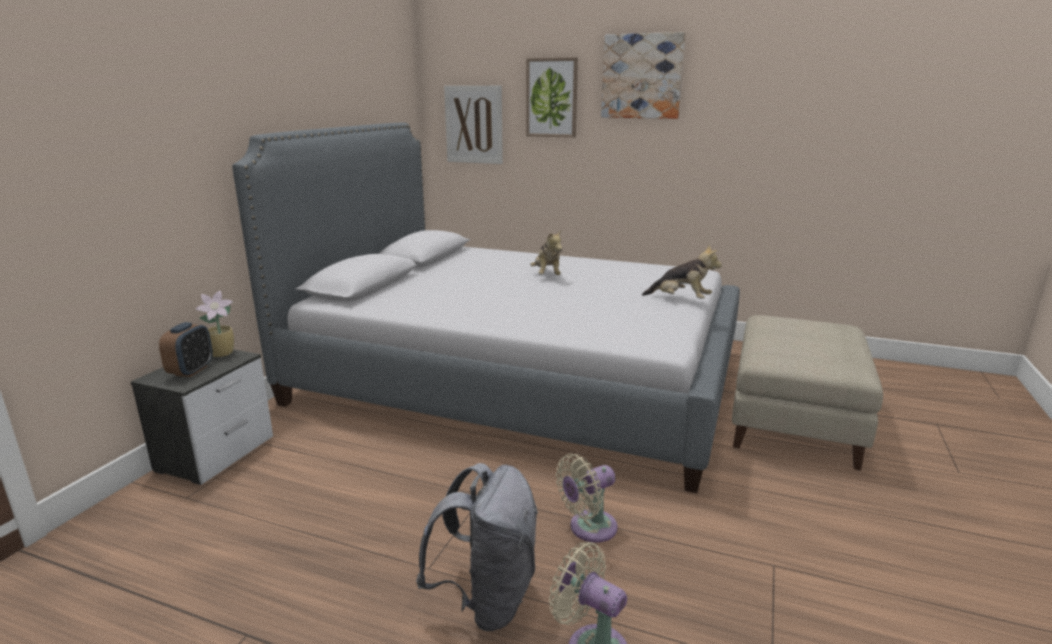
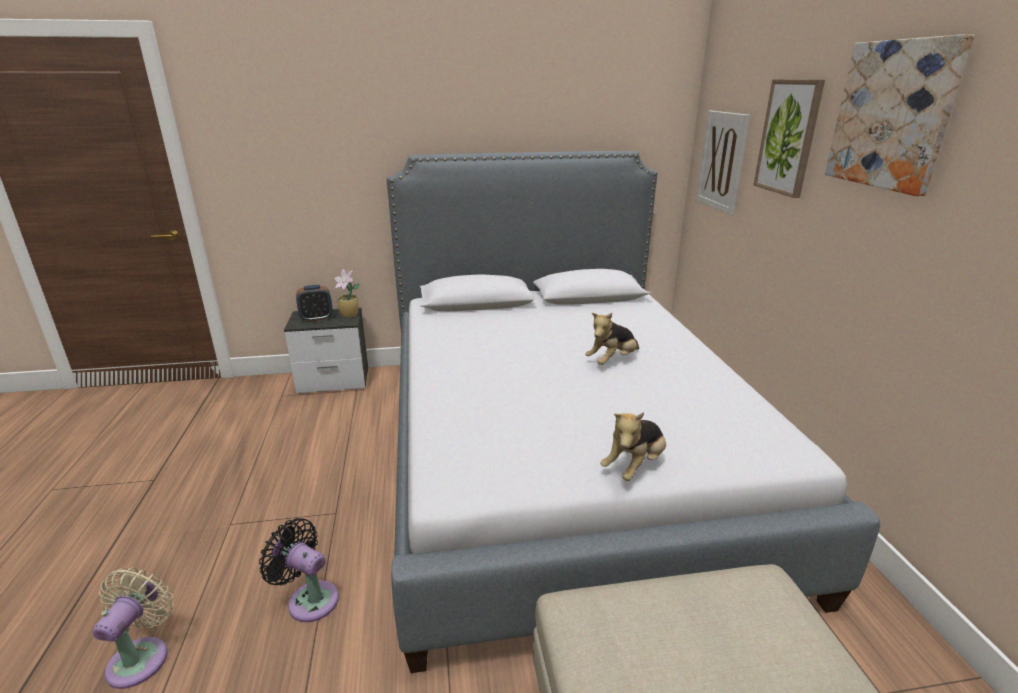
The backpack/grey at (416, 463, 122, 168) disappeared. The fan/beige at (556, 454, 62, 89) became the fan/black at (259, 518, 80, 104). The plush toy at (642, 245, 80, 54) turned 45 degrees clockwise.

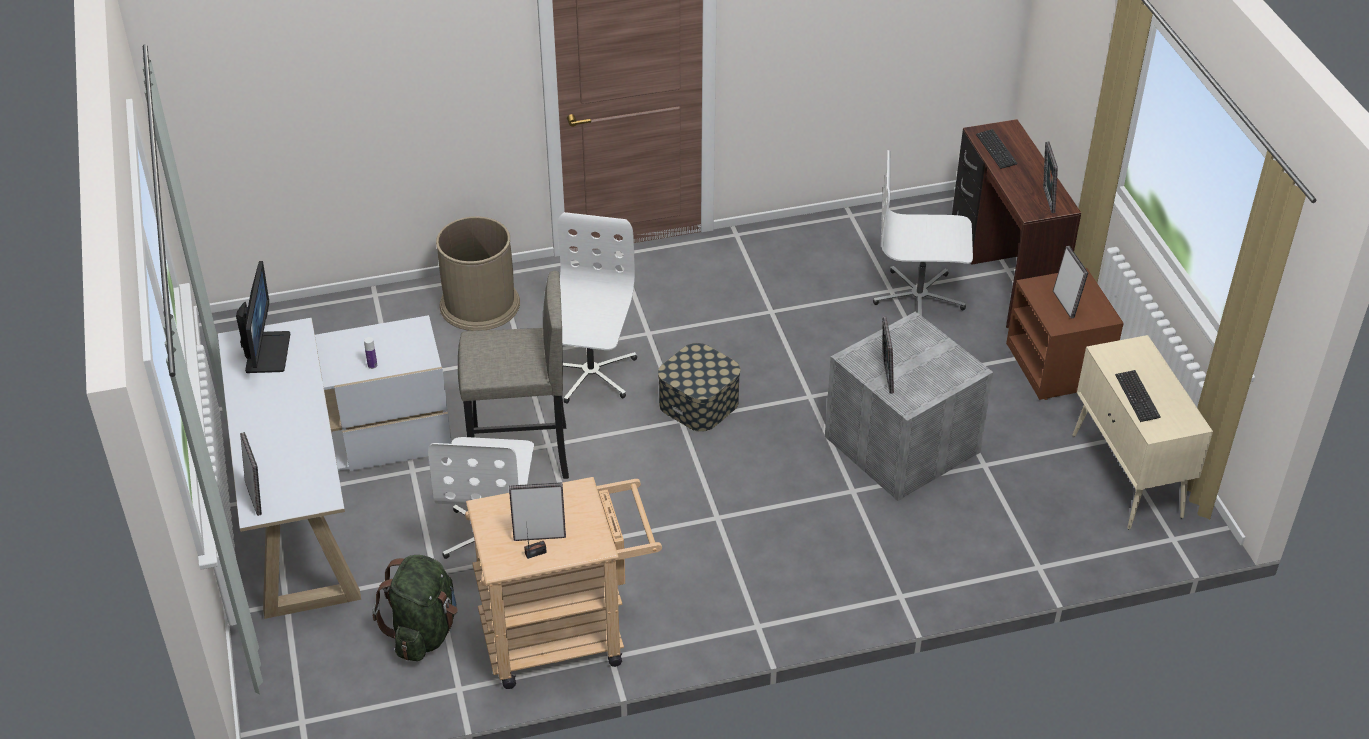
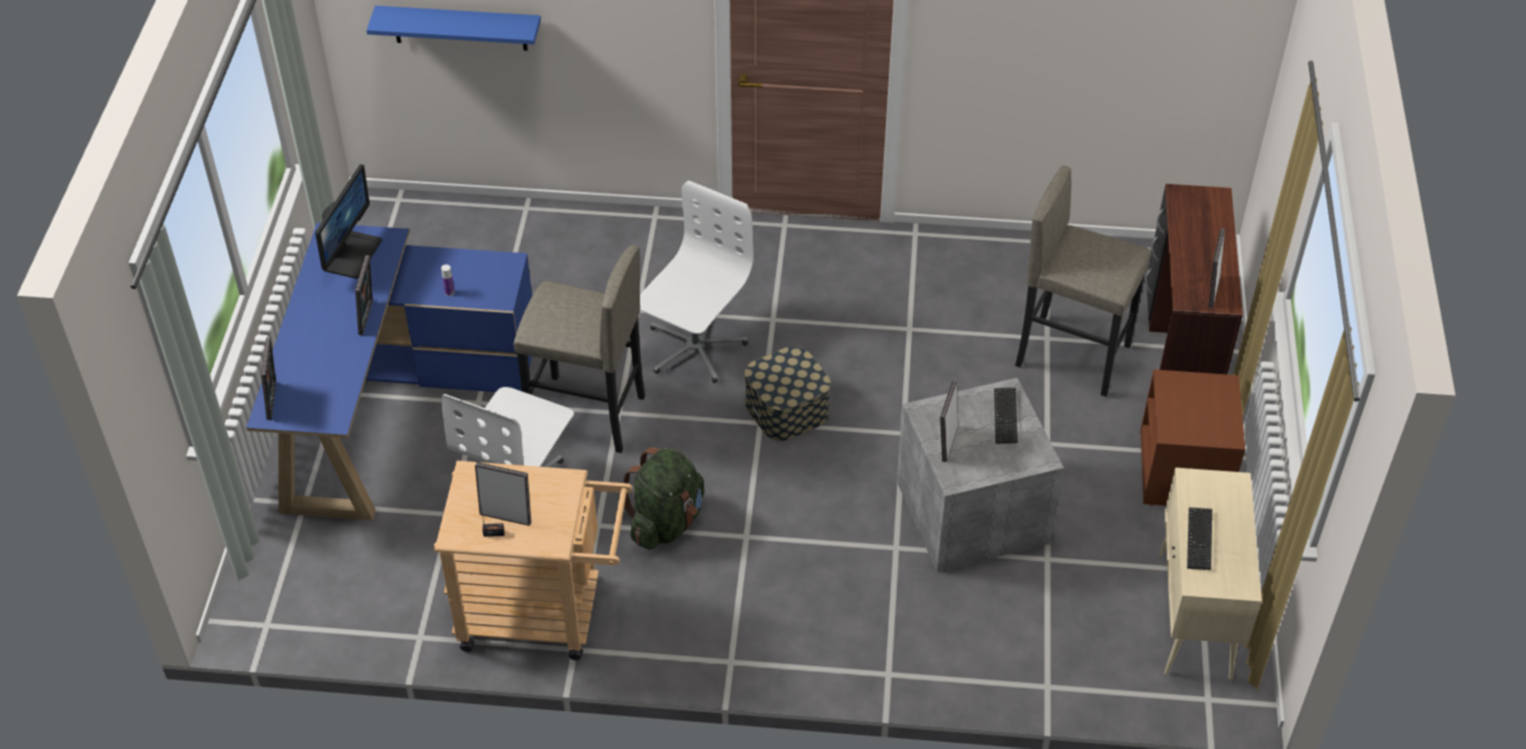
The desk/white at (218, 315, 234, 304) became the desk/blue at (246, 223, 286, 297). The backpack/green moved from (372, 555, 86, 106) to (624, 447, 81, 103). The trash can/brown at (436, 216, 84, 115) disappeared. The office chair/white at (873, 150, 100, 166) was replaced by the stool/grey at (1015, 166, 136, 231). The keyboard moved from (976, 129, 42, 40) to (994, 388, 24, 56). The picture frame moved from (1053, 246, 35, 73) to (355, 255, 18, 80). The shelf/blue at (366, 6, 175, 45) appeared.

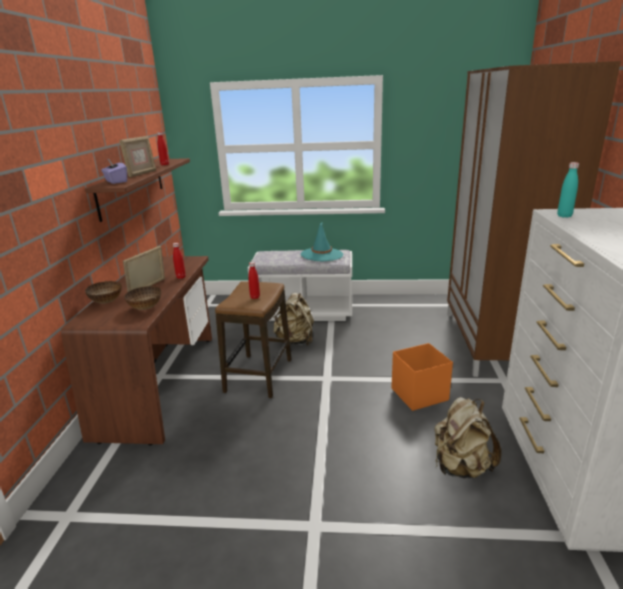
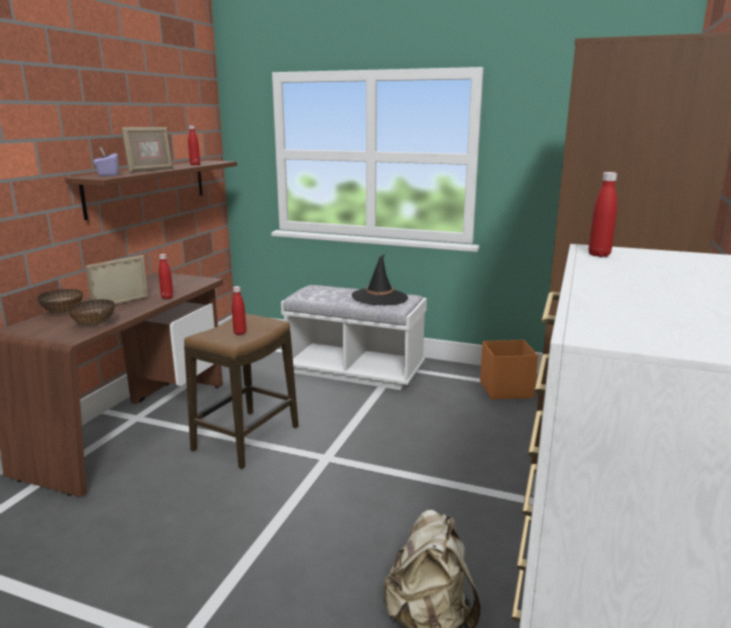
The backpack/beige at (273, 293, 41, 53) disappeared. The hat/turquoise at (301, 223, 42, 38) became the hat/black at (351, 254, 57, 52). The storage box/orange moved from (392, 343, 61, 68) to (480, 340, 58, 60). The bottle/turquoise at (557, 162, 22, 56) became the bottle/red at (589, 172, 28, 85).

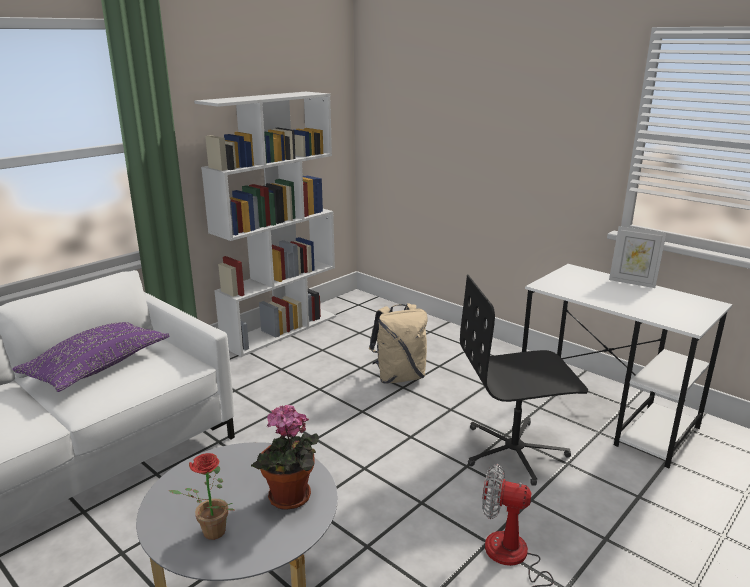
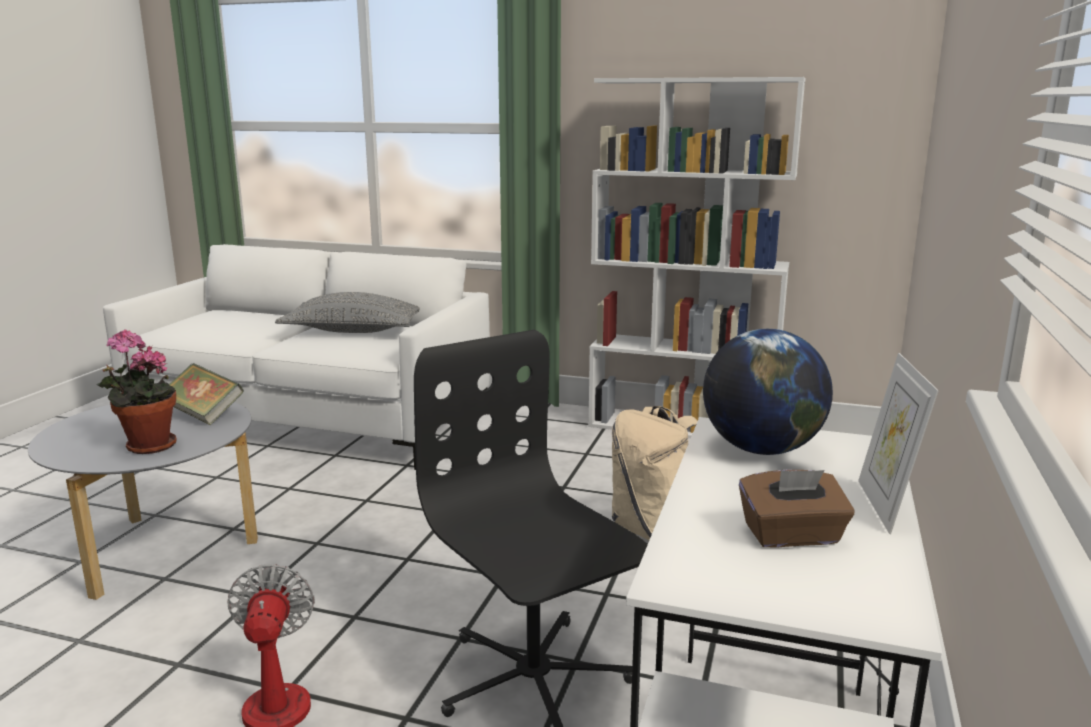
The pillow/purple at (12, 322, 157, 70) became the pillow/grey at (275, 292, 145, 41). The potted plant at (169, 453, 65, 87) disappeared. The book at (169, 363, 75, 62) appeared. The globe at (703, 329, 130, 126) appeared. The tissue box/brown at (739, 470, 115, 78) appeared.

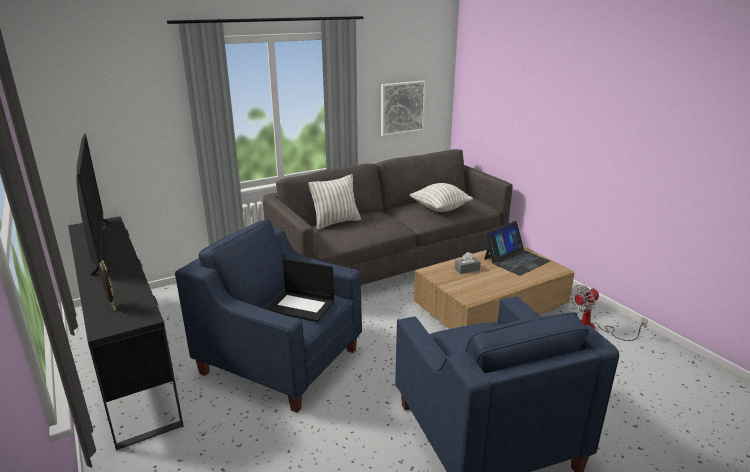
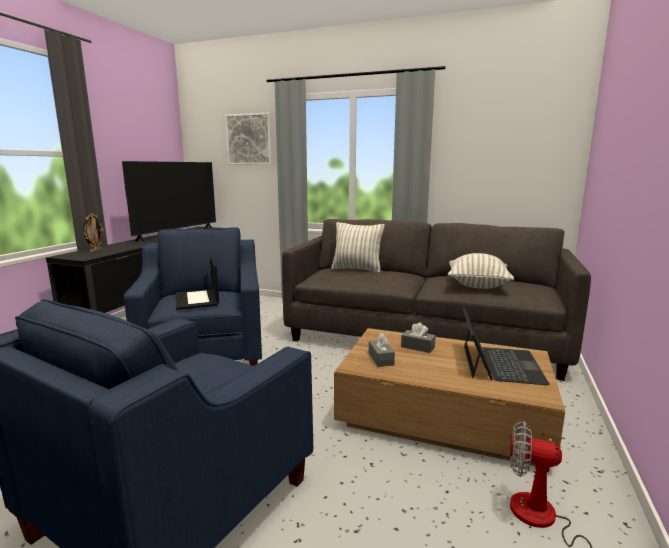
The picture moved from (381, 80, 45, 56) to (225, 113, 47, 52). The laptop at (484, 221, 66, 55) turned 90 degrees counterclockwise. The tissue box/grey at (369, 333, 26, 34) appeared.

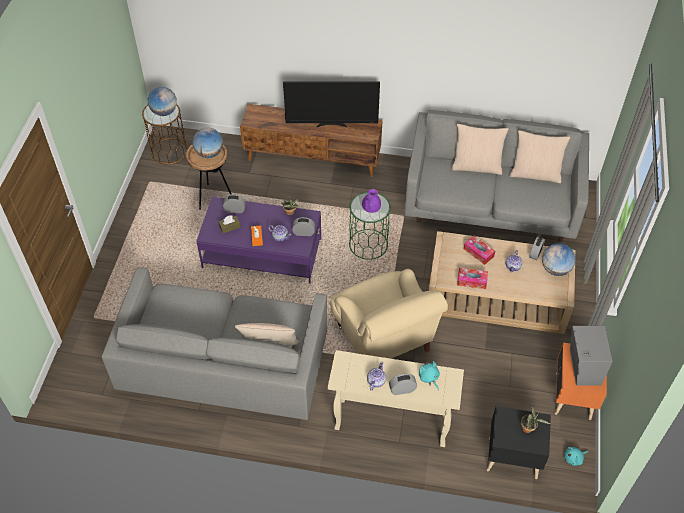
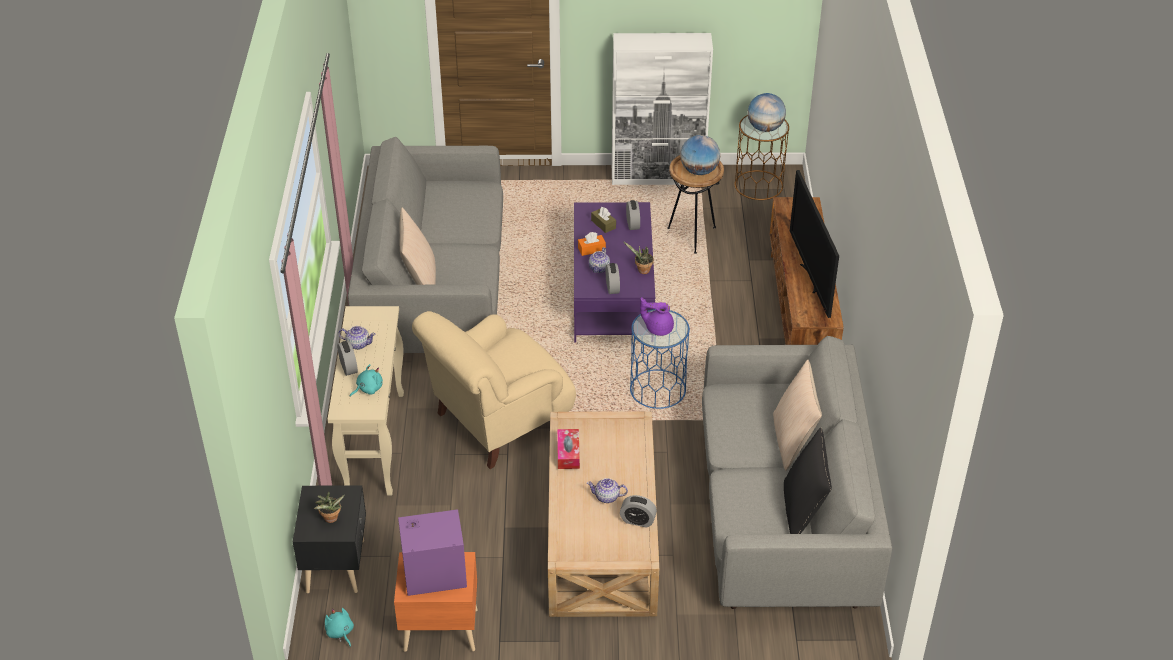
The side table/green at (349, 192, 42, 68) became the side table/blue at (630, 309, 60, 100). The tissue box at (464, 236, 31, 29) disappeared. The pillow/beige at (510, 130, 60, 53) became the pillow/black at (784, 428, 48, 106). The globe at (542, 243, 34, 33) disappeared. The speaker/grey at (570, 326, 43, 59) became the speaker/purple at (398, 509, 69, 87). The cabinet/white at (612, 33, 101, 152) appeared.

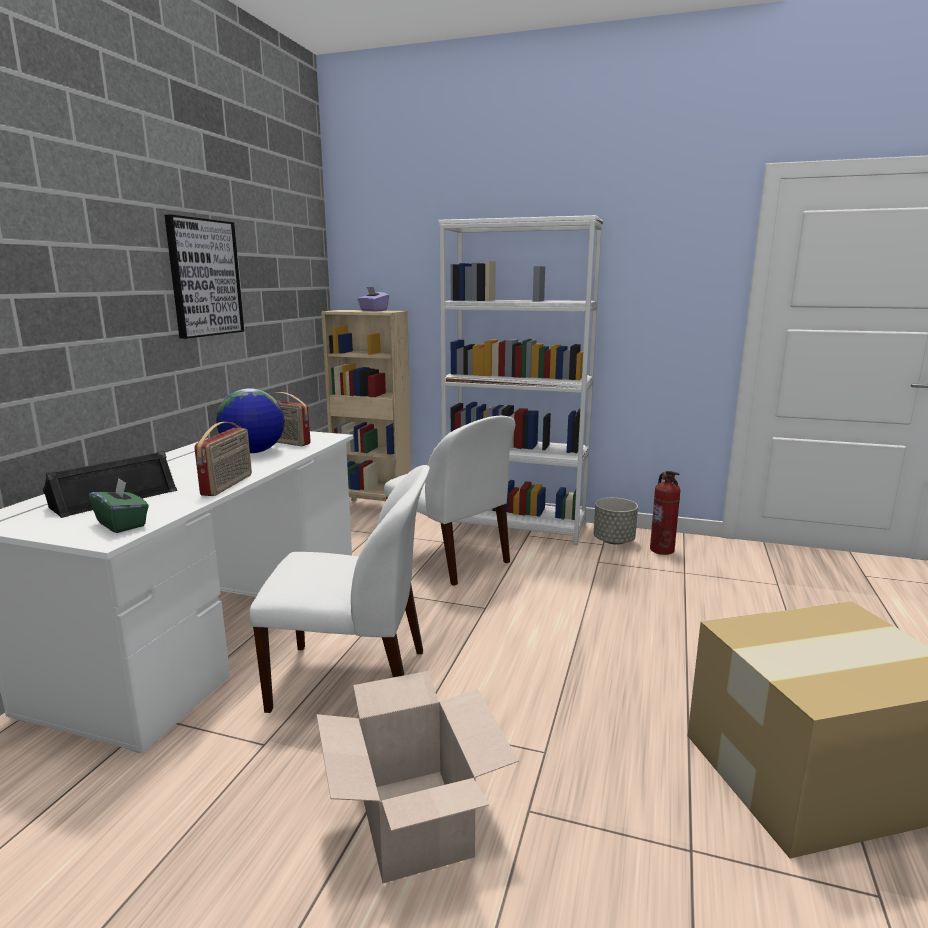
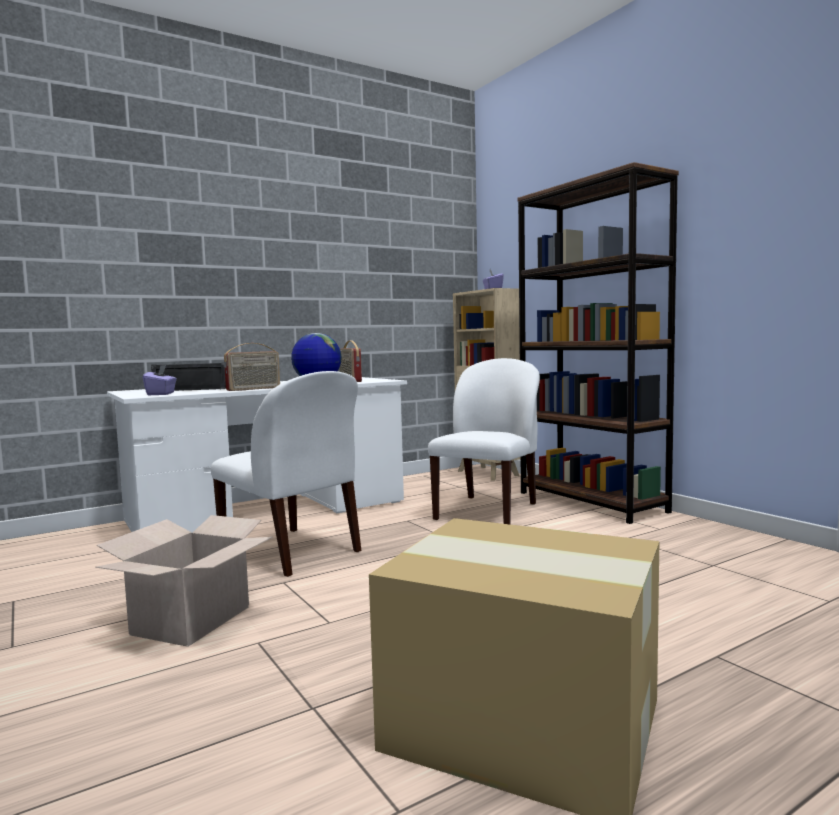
The tissue box/green at (89, 478, 60, 55) became the tissue box/purple at (143, 365, 34, 30). The picture at (165, 215, 79, 124) disappeared. The chair/white at (384, 416, 131, 170) turned 150 degrees counterclockwise. The bookcase/white at (438, 215, 165, 330) became the bookcase/brown at (517, 162, 162, 362). The planter/grey at (594, 498, 44, 47) disappeared. The fire extinguisher at (650, 471, 30, 84) disappeared.

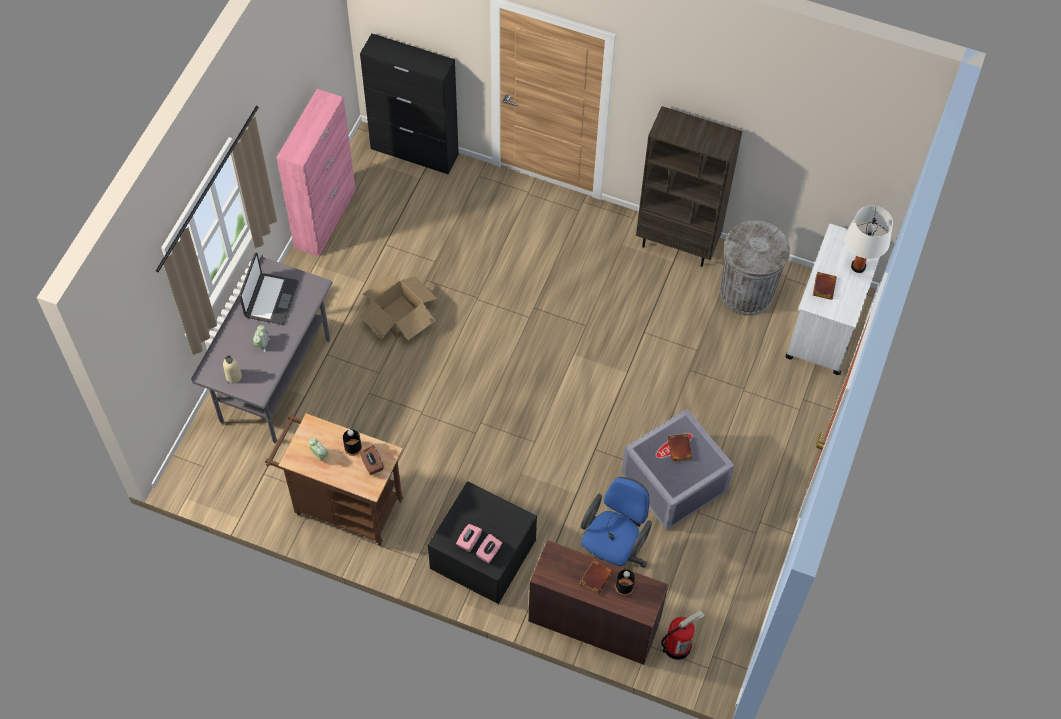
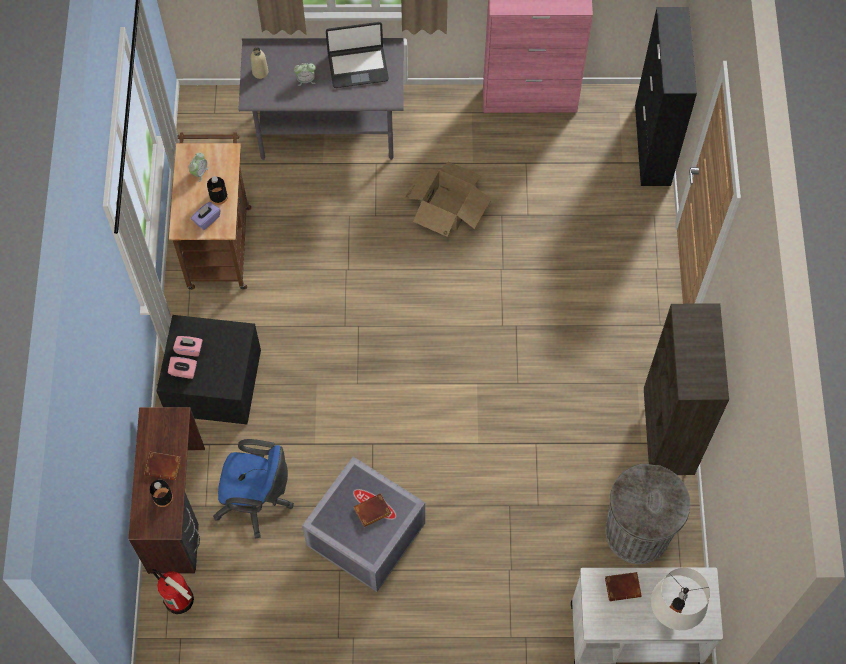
The tissue box/brown at (360, 445, 24, 30) became the tissue box/purple at (191, 202, 30, 28).

